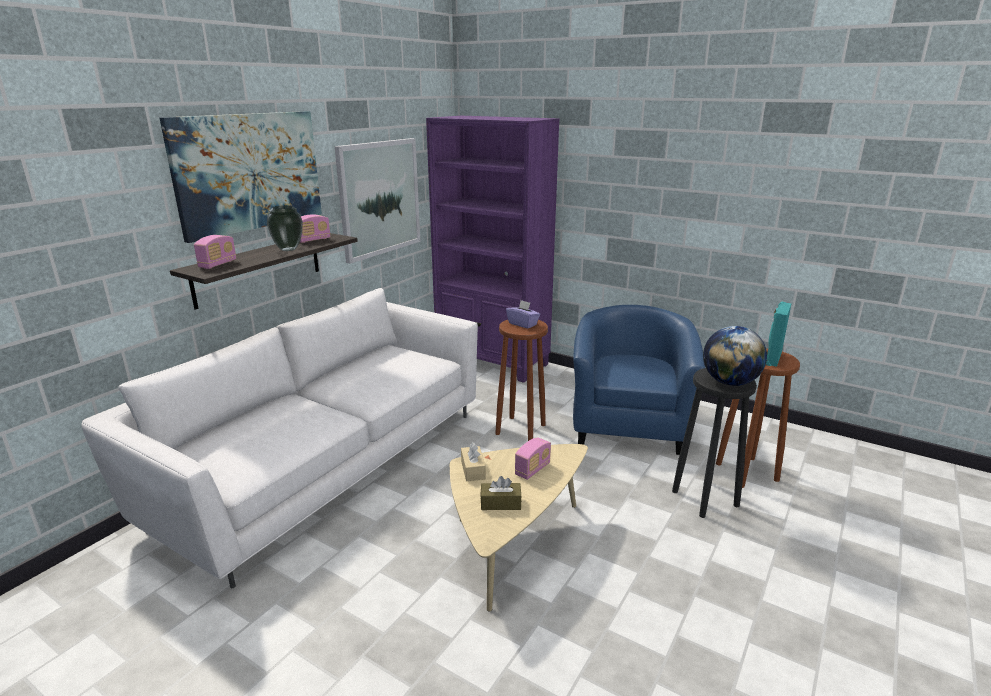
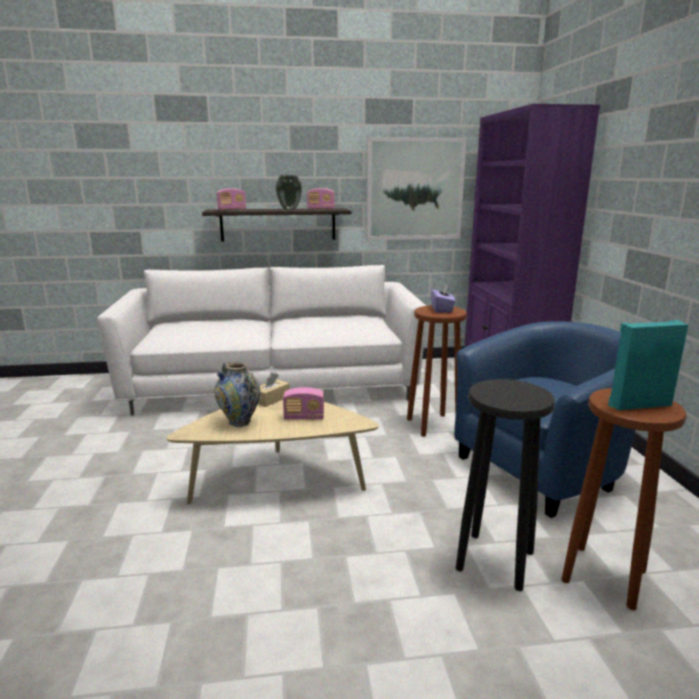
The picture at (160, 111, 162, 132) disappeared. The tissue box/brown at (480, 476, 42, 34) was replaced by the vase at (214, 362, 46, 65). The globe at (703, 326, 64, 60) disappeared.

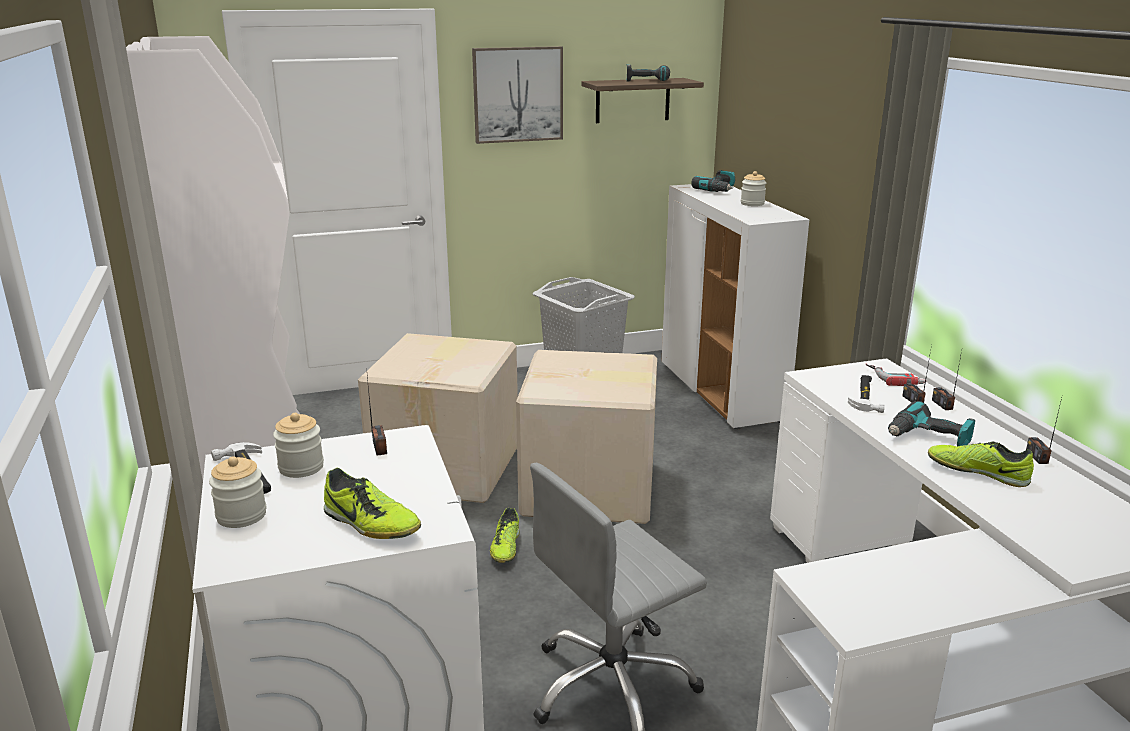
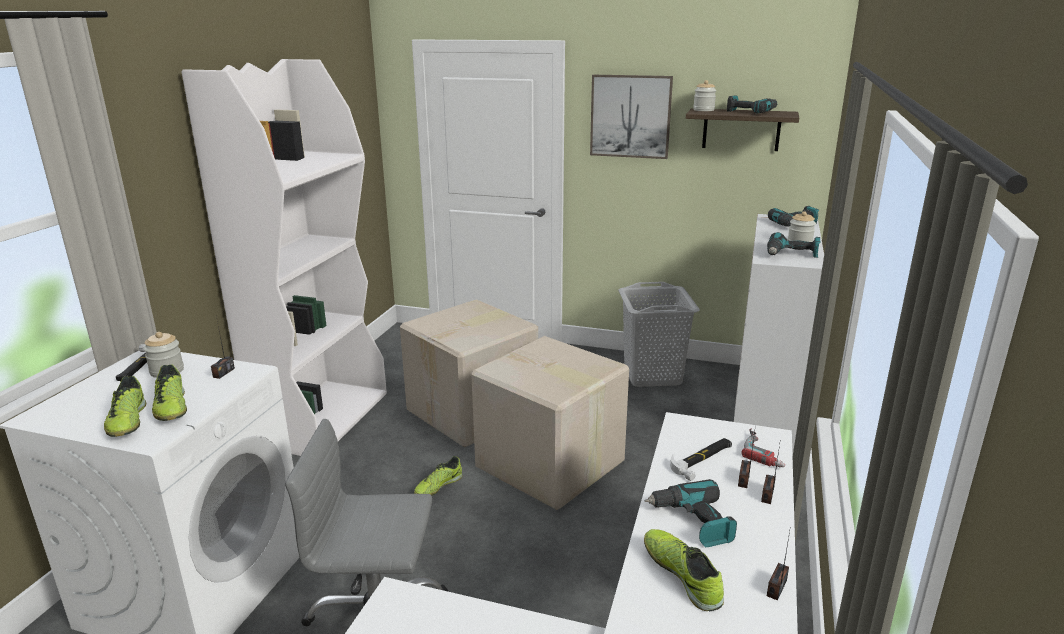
The jar moved from (209, 456, 57, 72) to (693, 80, 23, 31). The shoe at (152, 364, 35, 57) appeared. The power drill at (767, 232, 54, 26) appeared.

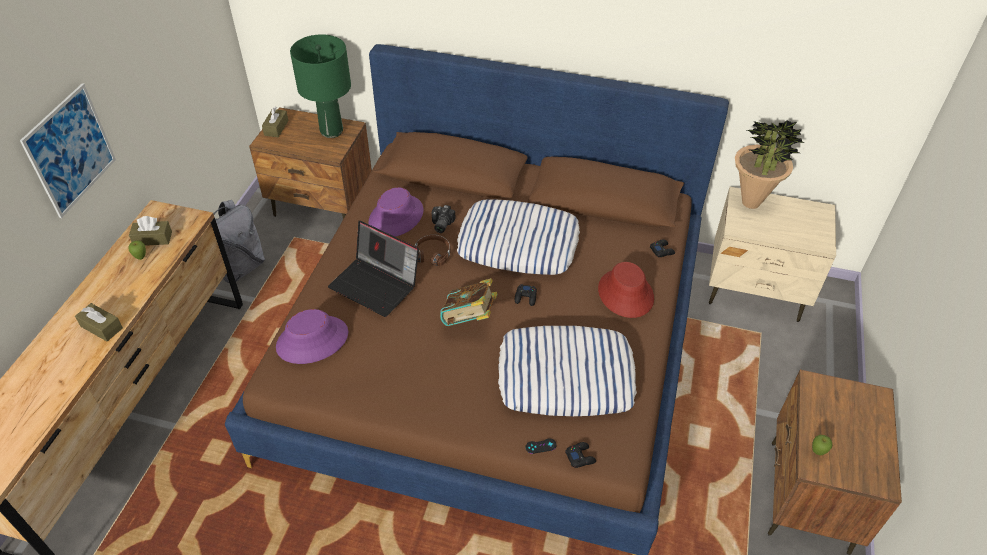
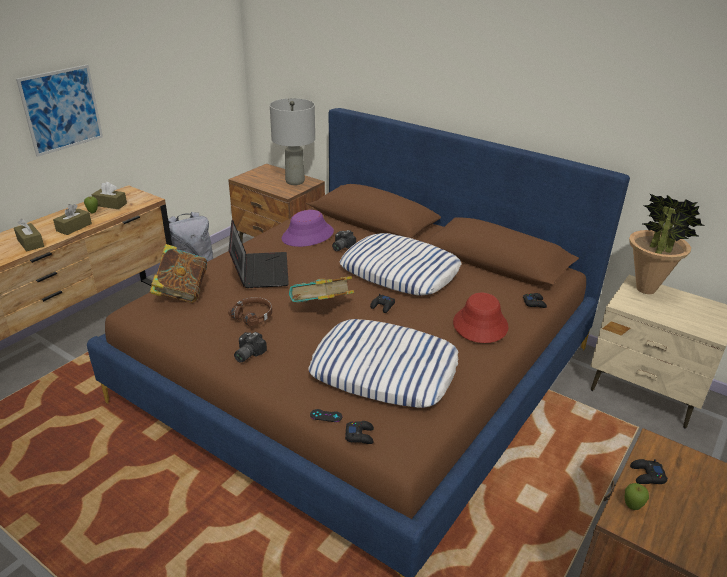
The tissue box/brown moved from (262, 107, 26, 30) to (53, 204, 39, 31). The hat/purple at (276, 309, 72, 55) was replaced by the book at (149, 244, 58, 59). The table lamp/green at (290, 34, 61, 104) became the table lamp/grey at (270, 98, 45, 87). The laptop at (328, 221, 91, 96) turned 150 degrees counterclockwise. The headphones/brown moved from (414, 234, 37, 32) to (228, 297, 44, 29). The photo camera at (234, 332, 33, 31) appeared. The game controller/black at (630, 459, 38, 25) appeared.

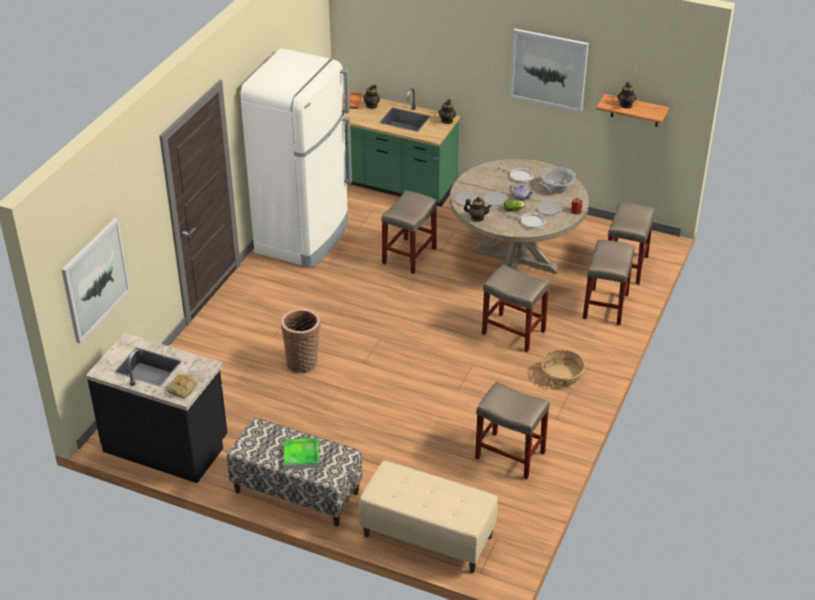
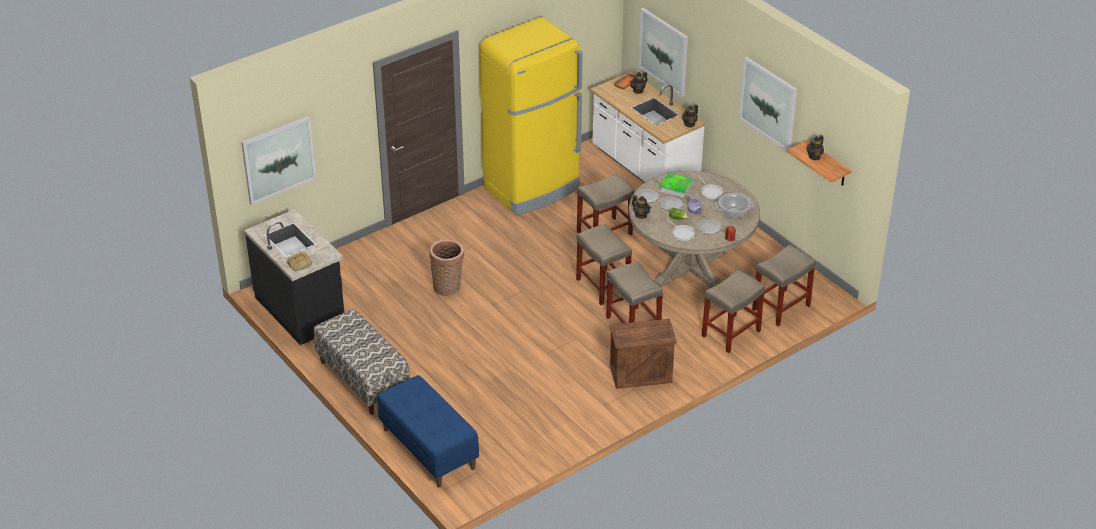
The fridge/white at (241, 48, 111, 220) became the fridge/yellow at (479, 17, 104, 198). The tray moved from (283, 438, 37, 32) to (659, 173, 35, 25). The counter/green at (344, 88, 116, 119) became the counter/white at (590, 72, 115, 111). The bench/beige at (359, 460, 139, 113) became the bench/blue at (377, 375, 102, 112). The stool/beige moved from (475, 382, 75, 97) to (576, 224, 56, 81). The basket at (541, 350, 44, 37) was replaced by the crate at (610, 319, 67, 70). The picture at (638, 8, 50, 89) appeared.

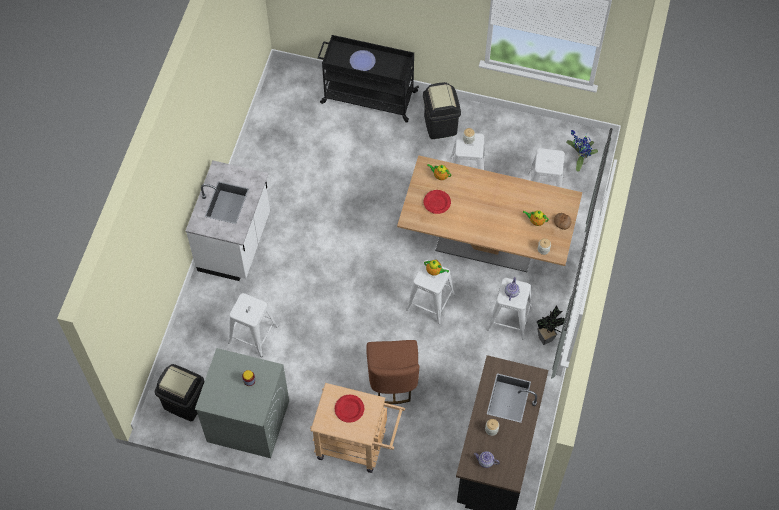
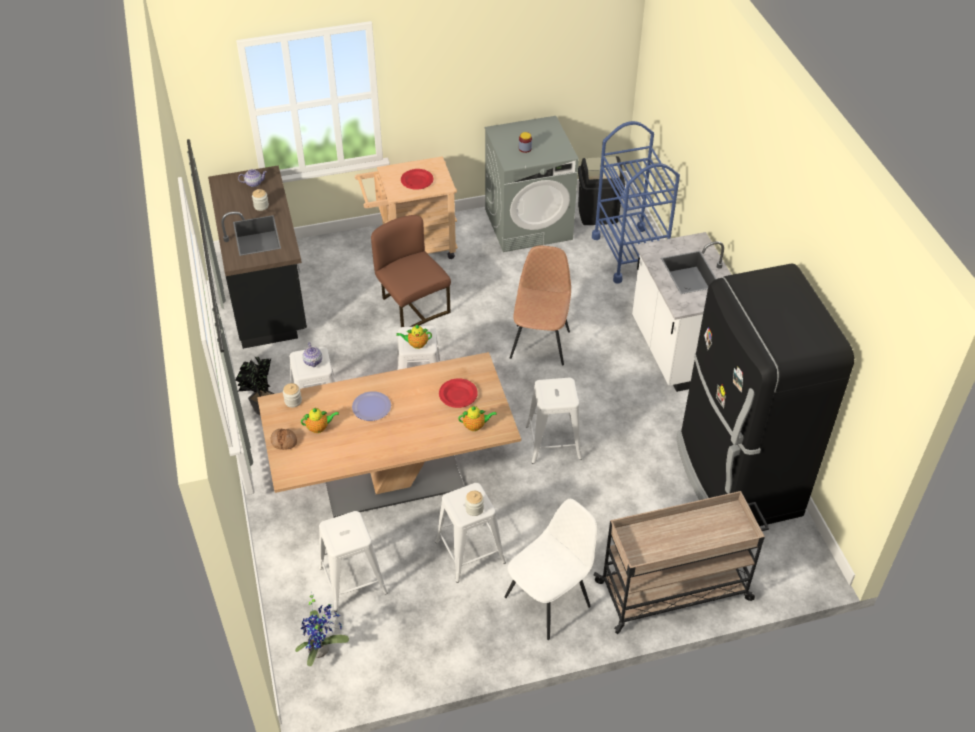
The stool/white moved from (228, 293, 50, 64) to (526, 377, 56, 87). The cart/black at (318, 35, 101, 88) became the cart/beige at (594, 491, 175, 143). The plate moved from (350, 50, 26, 21) to (352, 391, 39, 30). The trash can/black at (423, 82, 38, 57) was replaced by the chair/white at (504, 499, 93, 141). The chair/brown at (510, 246, 61, 119) appeared. The cart/blue at (592, 121, 88, 162) appeared. The fridge/black at (676, 263, 178, 263) appeared.

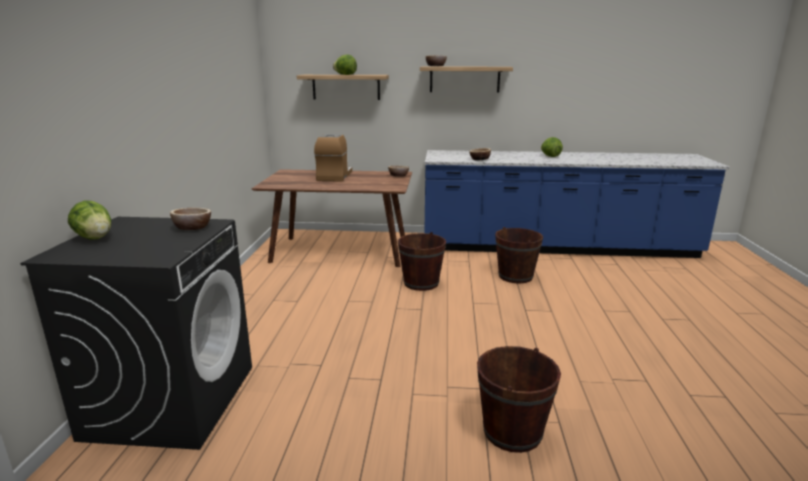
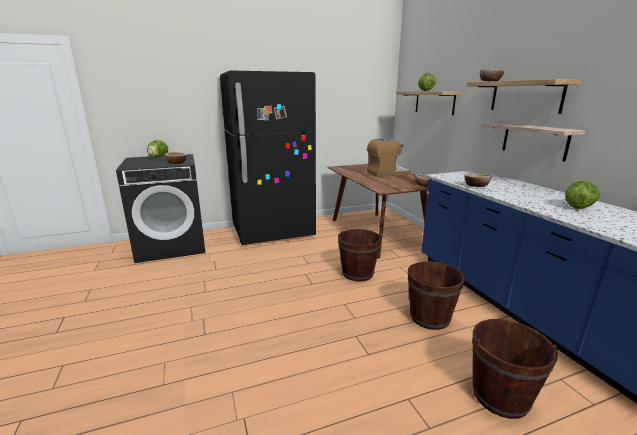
The bucket/brown moved from (477, 346, 84, 107) to (472, 319, 85, 100). The fridge/black at (220, 70, 96, 175) appeared. The shelf at (481, 122, 104, 40) appeared.

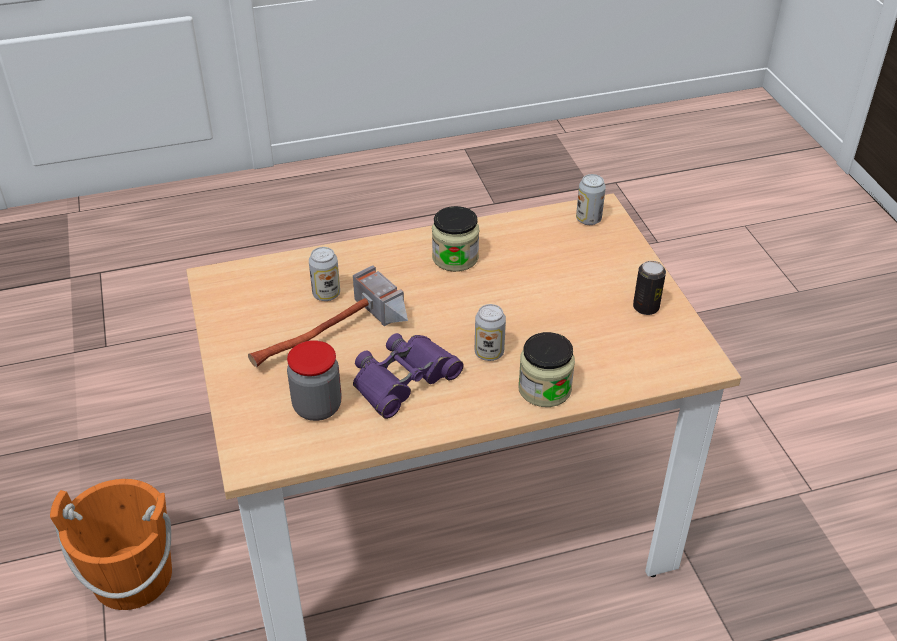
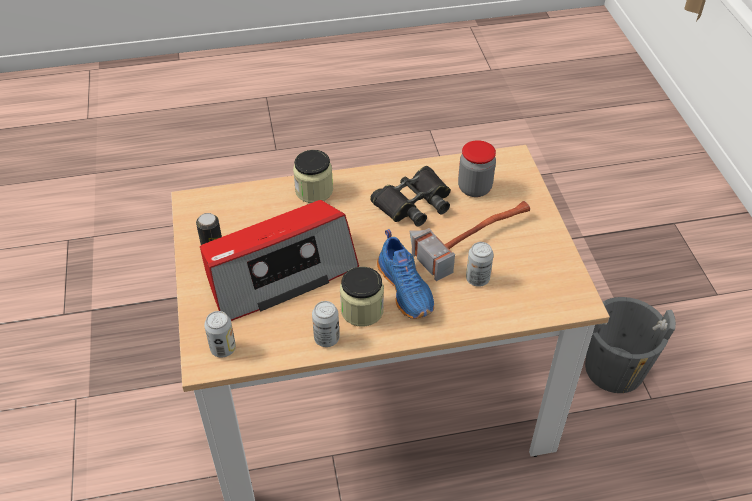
The bucket/orange at (50, 479, 122, 131) became the bucket/grey at (585, 297, 91, 96). The binoculars/purple at (353, 333, 111, 86) became the binoculars/black at (370, 166, 81, 60). The can moved from (475, 304, 31, 57) to (312, 301, 28, 46). The radio at (200, 200, 159, 121) appeared. The shoe/blue at (377, 229, 57, 90) appeared.

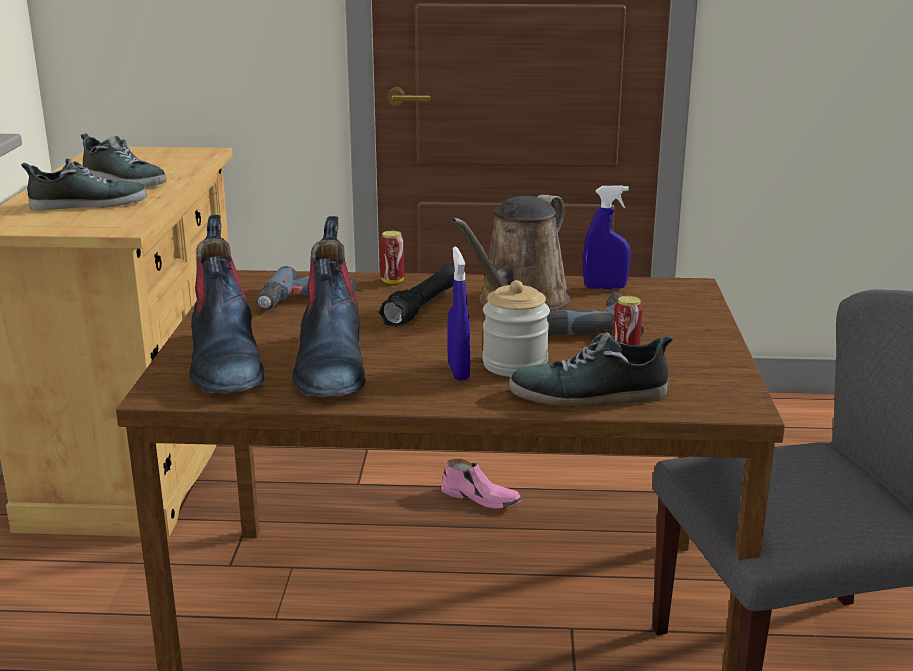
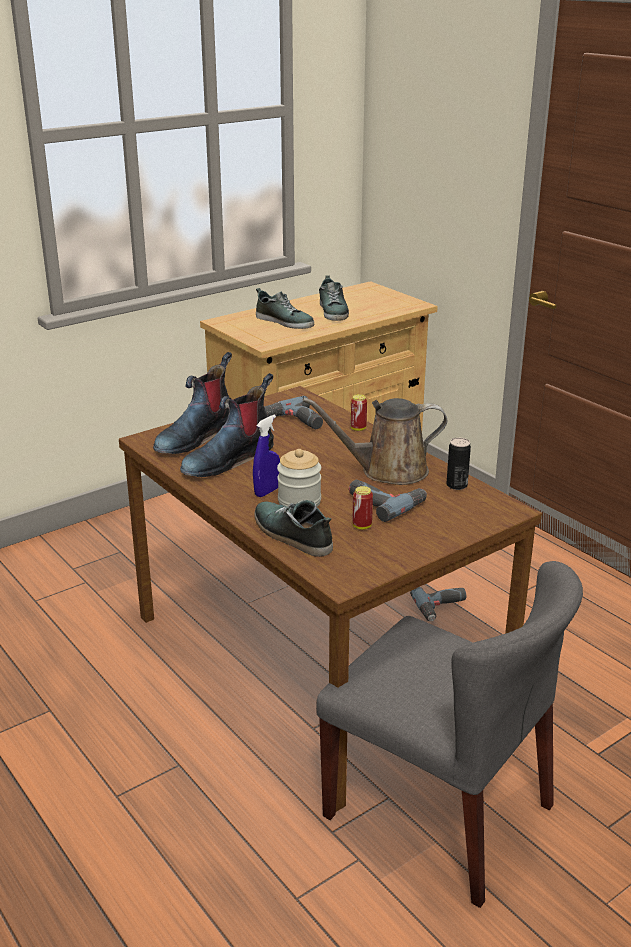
The flashlight/black at (379, 265, 76, 62) disappeared. The shoe/pink at (441, 459, 81, 50) was replaced by the power drill at (410, 587, 56, 34). The spray bottle/blue at (583, 185, 48, 104) was replaced by the can at (446, 438, 25, 52).

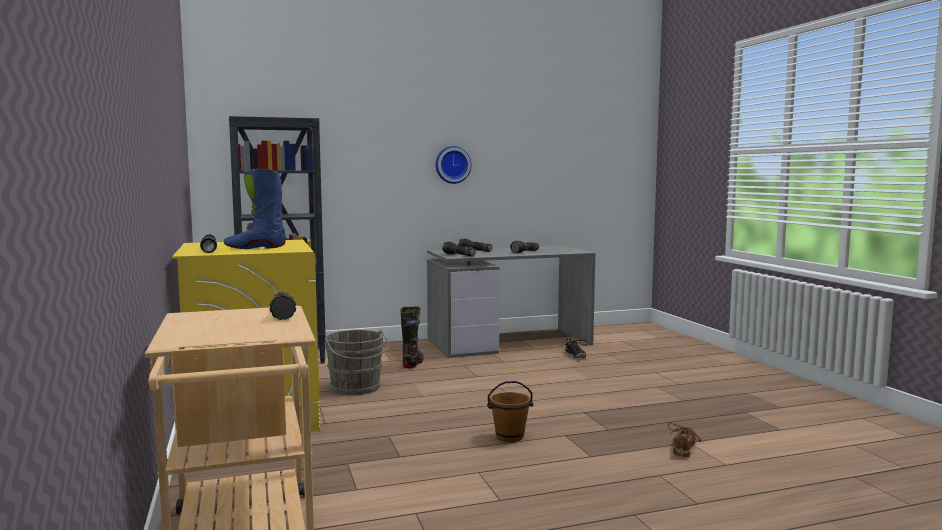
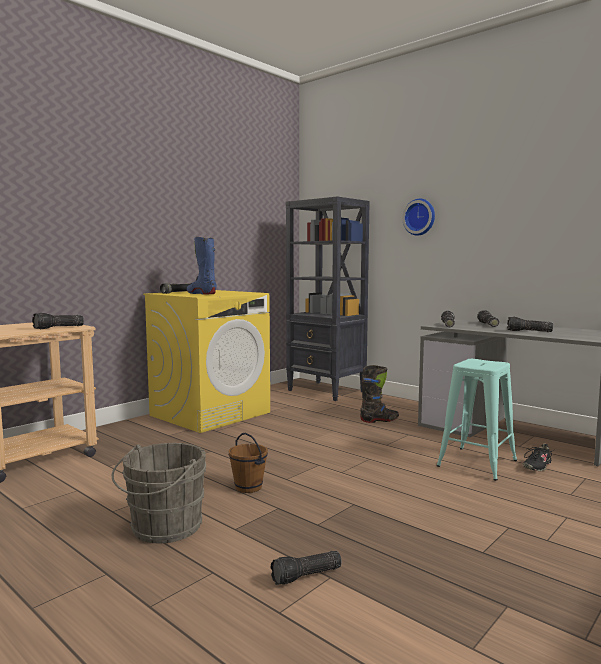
The bucket/grey moved from (324, 330, 65, 65) to (112, 443, 94, 101). The wall clock moved from (436, 146, 35, 38) to (402, 199, 33, 37). The shoe/brown at (668, 423, 34, 35) was replaced by the flashlight at (271, 551, 71, 34). The stool/turquoise at (436, 359, 81, 122) appeared.

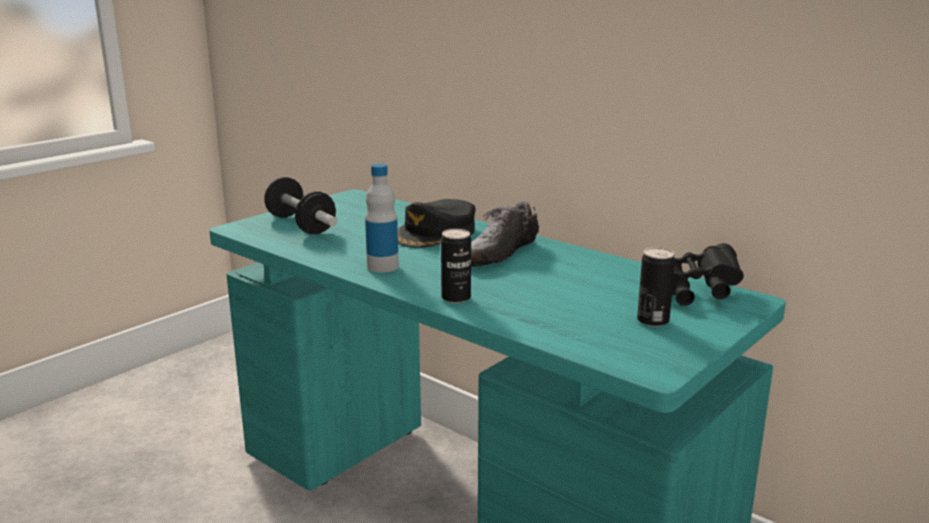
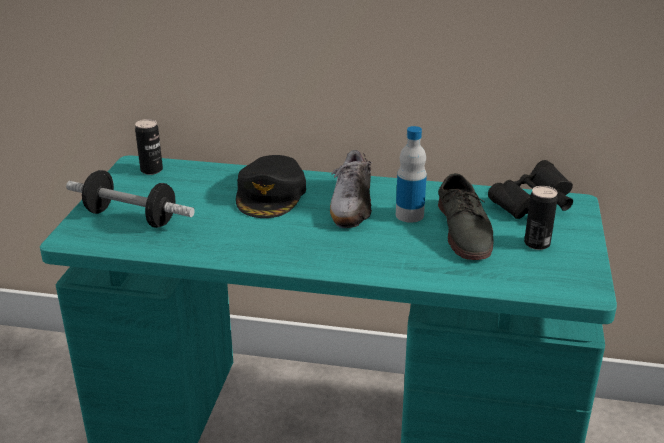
The bottle moved from (365, 163, 34, 110) to (396, 126, 31, 97). The can moved from (441, 229, 30, 74) to (135, 119, 28, 56). The shoe/grey at (438, 173, 55, 87) appeared.

